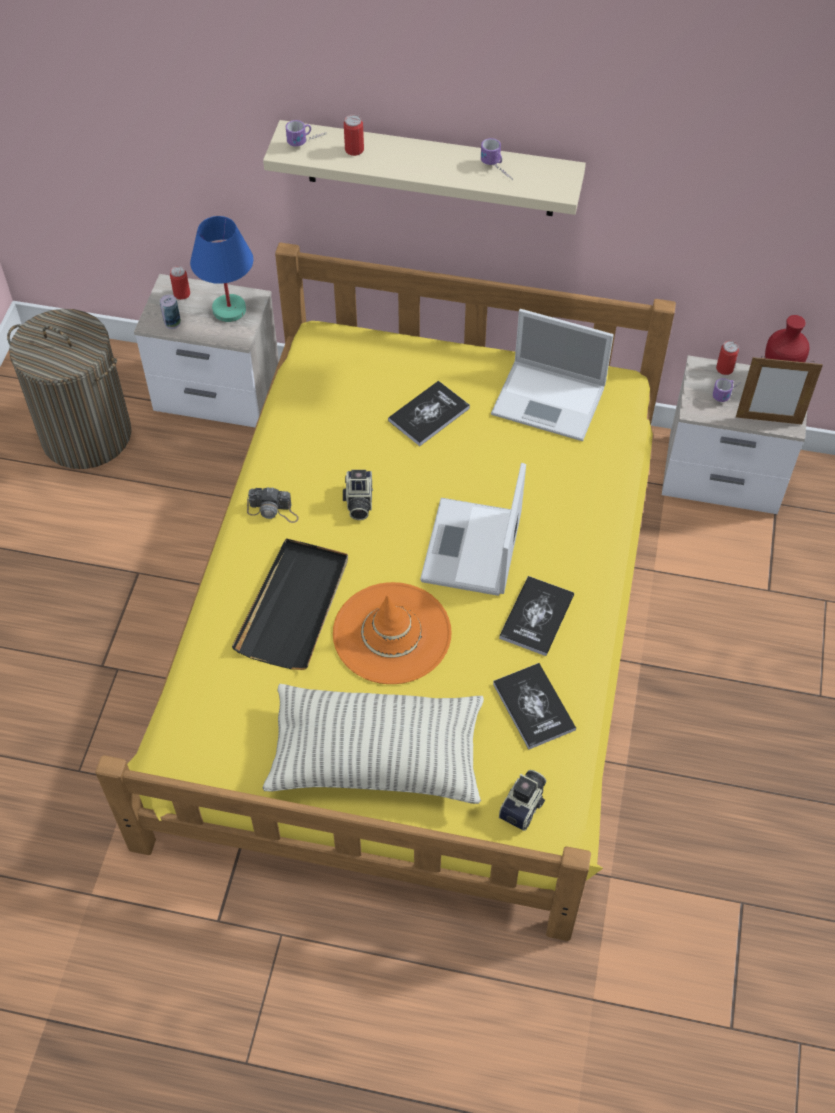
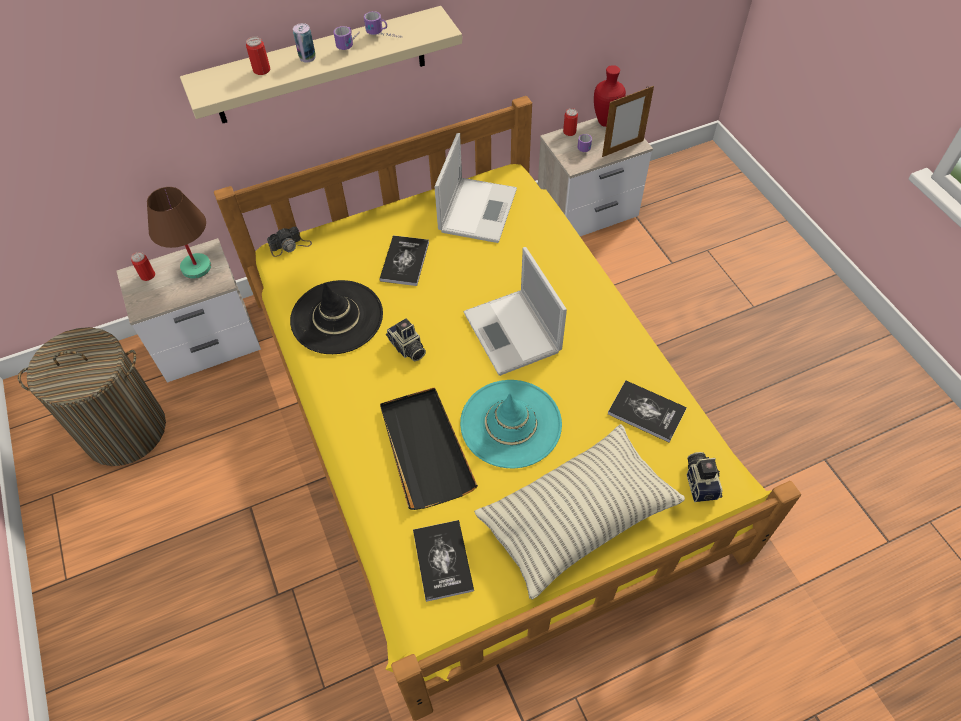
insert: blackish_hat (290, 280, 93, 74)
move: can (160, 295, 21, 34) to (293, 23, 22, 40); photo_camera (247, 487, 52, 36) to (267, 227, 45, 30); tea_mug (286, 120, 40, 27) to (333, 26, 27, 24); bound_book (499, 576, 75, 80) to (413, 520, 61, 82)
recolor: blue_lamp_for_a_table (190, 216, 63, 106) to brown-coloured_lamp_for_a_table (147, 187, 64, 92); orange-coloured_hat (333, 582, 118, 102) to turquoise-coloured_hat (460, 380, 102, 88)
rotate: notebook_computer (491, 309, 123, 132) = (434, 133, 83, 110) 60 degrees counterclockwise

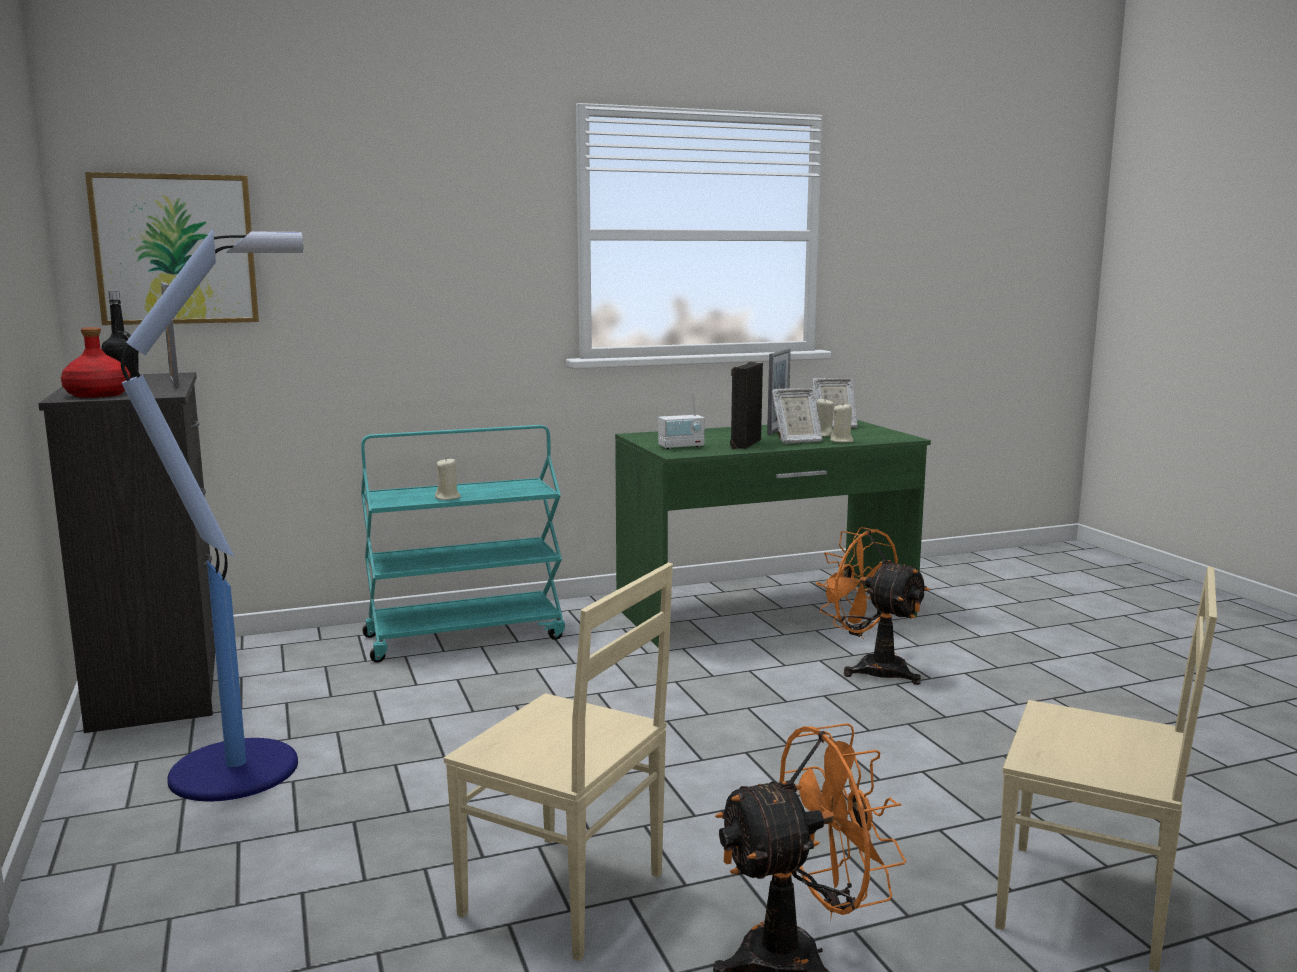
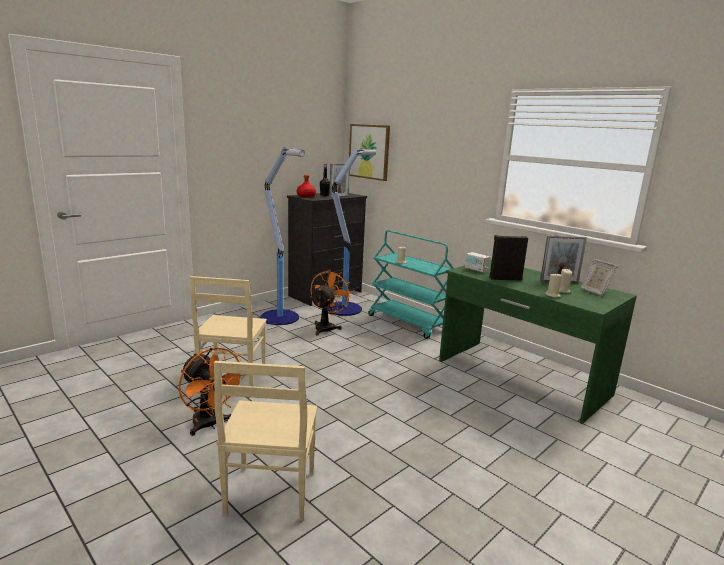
delete: standing_frame (772, 388, 50, 56)
insert: floor_lamp (327, 148, 49, 168)
move: orange-coloured_electric_fan (816, 527, 114, 158) to (310, 270, 43, 65)

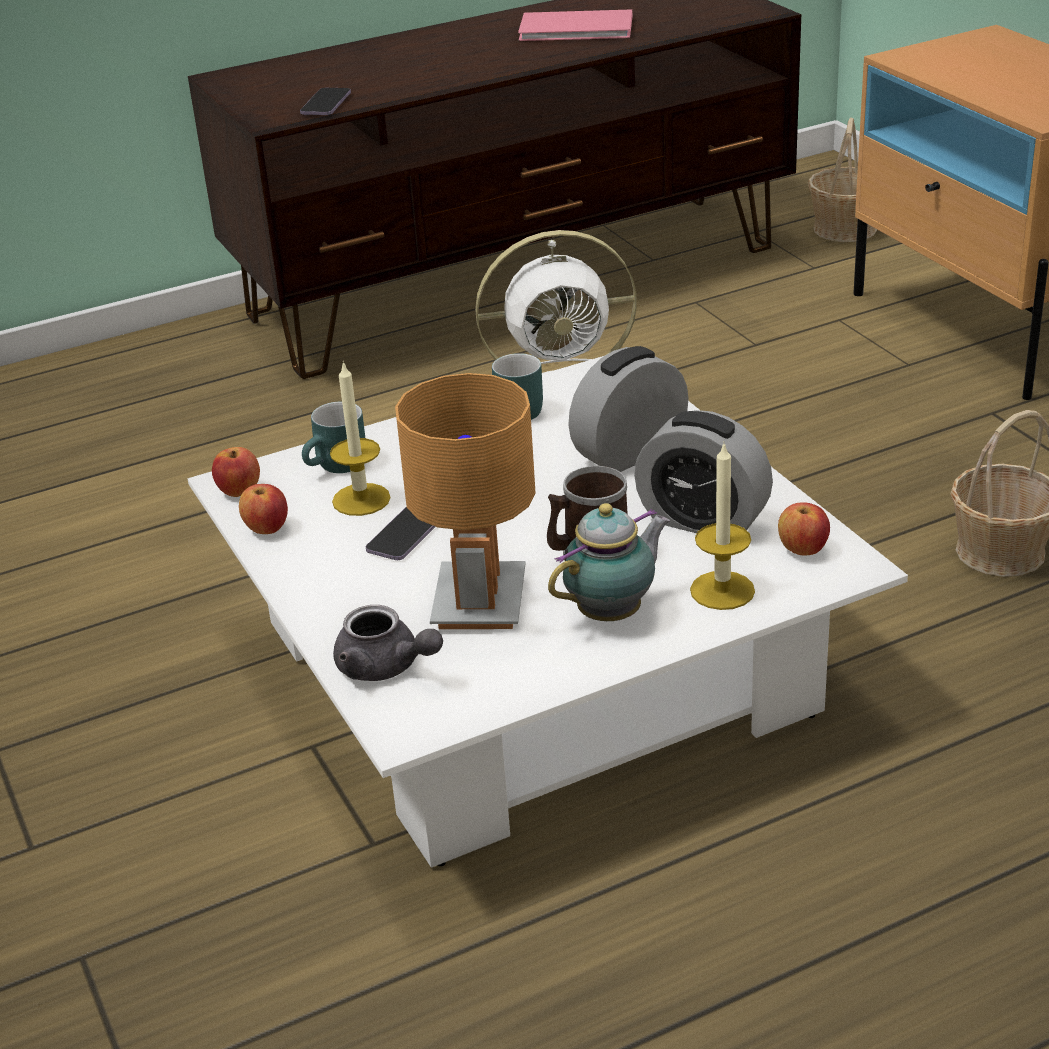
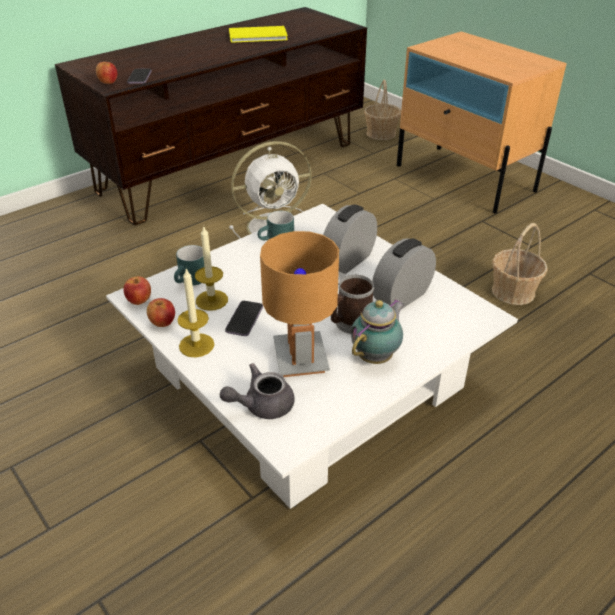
move: candle (690, 441, 65, 169) to (177, 269, 37, 89); apple_fruit (778, 502, 52, 53) to (96, 62, 21, 22)
recolor: pink_bound_book (518, 9, 114, 32) to yellowish_bound_book (229, 26, 59, 17)
rotate: grey_pot_for_tea (333, 605, 110, 76) = (220, 363, 75, 56) 135 degrees clockwise; table_clock (634, 410, 139, 123) = (372, 238, 64, 71) 120 degrees clockwise

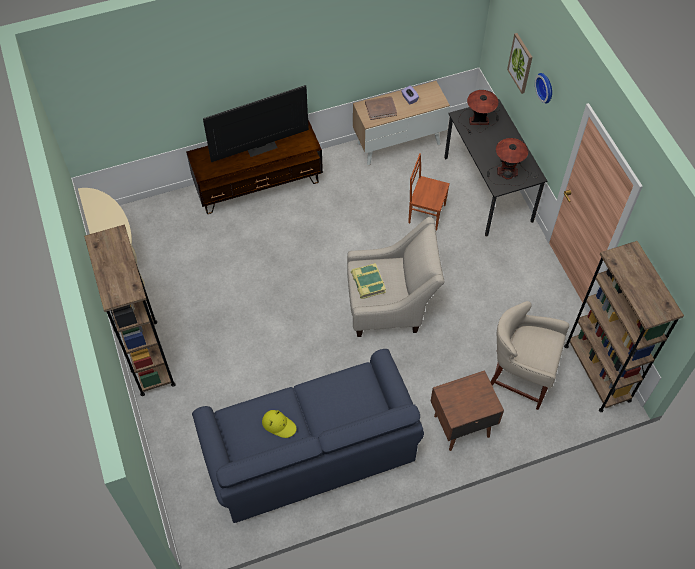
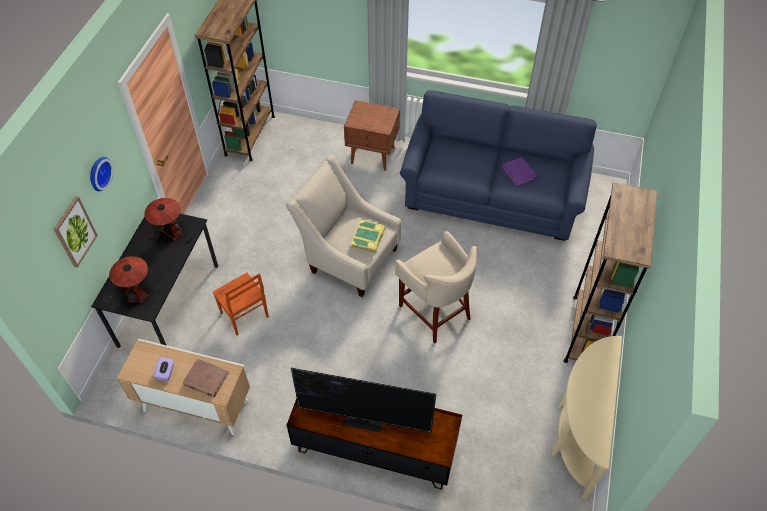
move: beige-coloured_stool_seat (490, 301, 79, 109) to (395, 231, 82, 113)
replace: yellowish_hat (262, 410, 35, 28) to purplish_bound_book (502, 157, 35, 30)

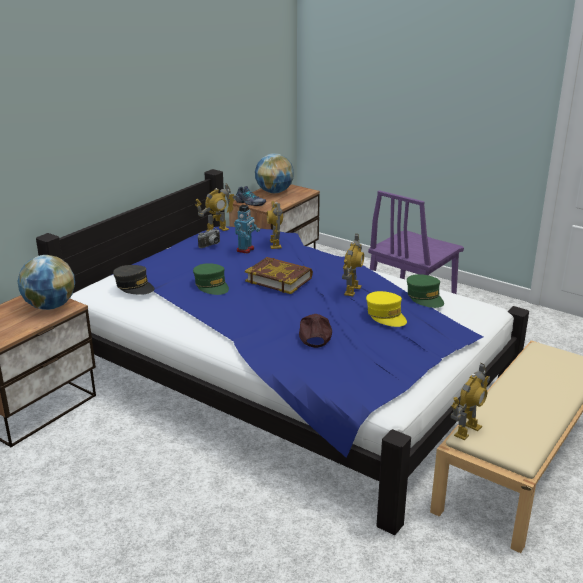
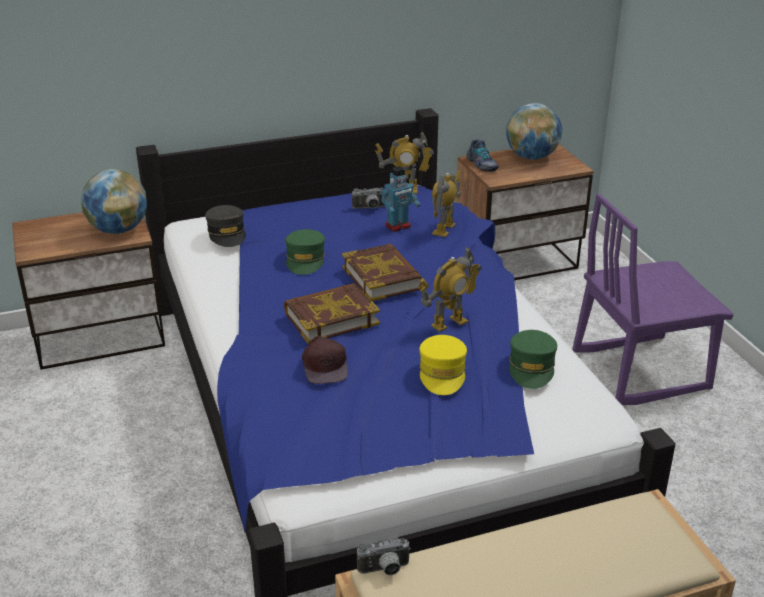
insert: bound_book (284, 283, 96, 61)
replace: model_robot (451, 363, 39, 77) to photo_camera (357, 538, 54, 37)
rotate: brown-coloured_cap (299, 314, 33, 34) = (302, 336, 46, 48) 135 degrees clockwise

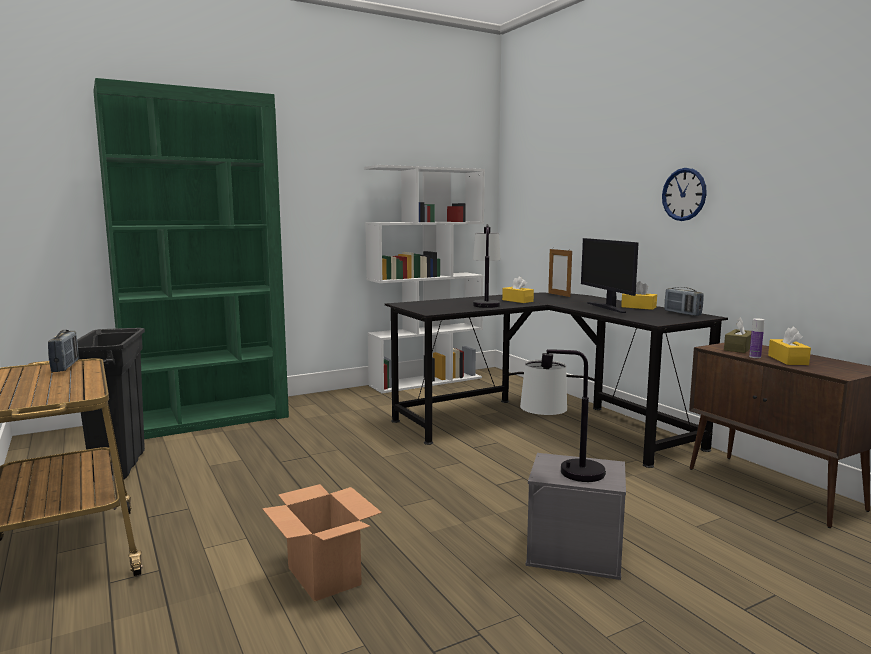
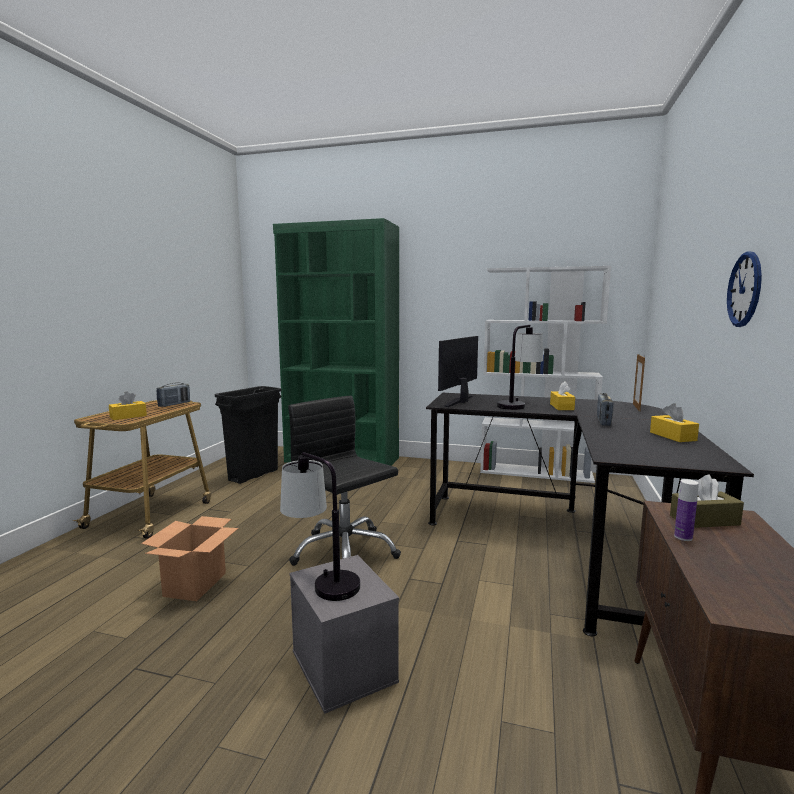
insert: blackish_desk_chair (288, 396, 113, 170)
move: computer_screen (581, 238, 58, 75) to (438, 336, 40, 71); radio_receiver (664, 287, 39, 29) to (597, 393, 17, 33); yellowish_tissue_holder (768, 327, 43, 38) to (109, 391, 38, 29)

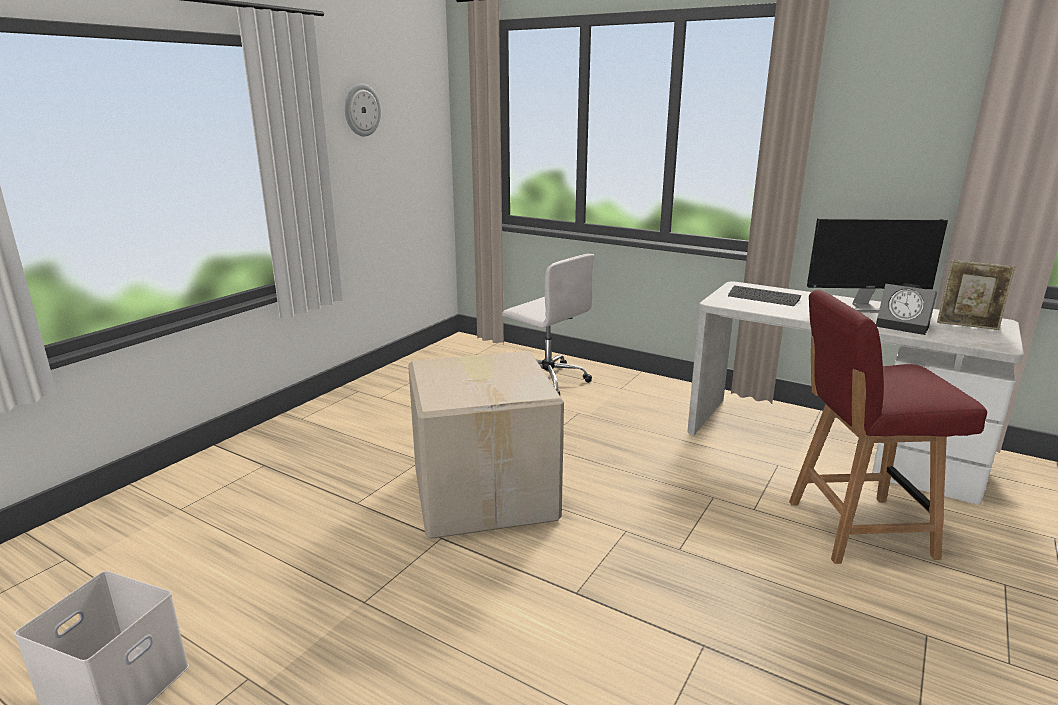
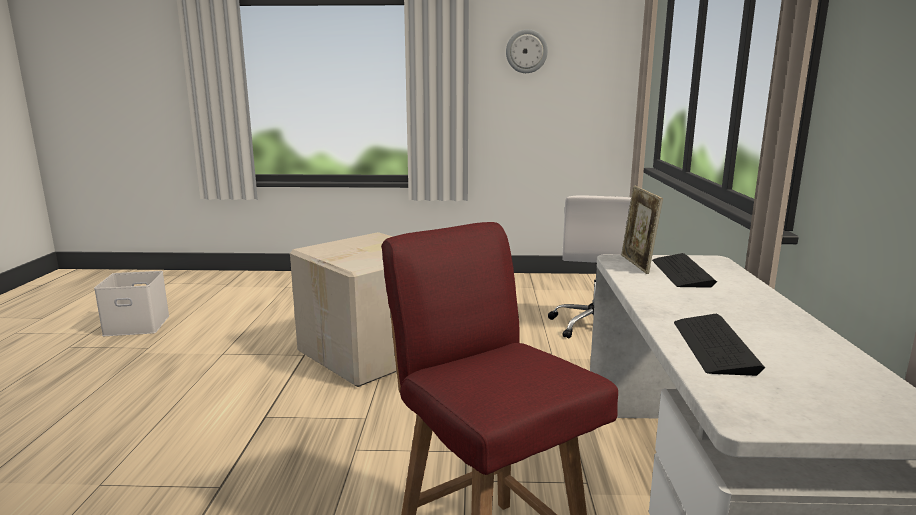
delete: computer_screen (807, 218, 141, 94)
move: standing_frame (937, 260, 79, 70) to (621, 185, 42, 89)
replace: table_clock (876, 284, 61, 51) to computer_keyboard (674, 314, 91, 62)

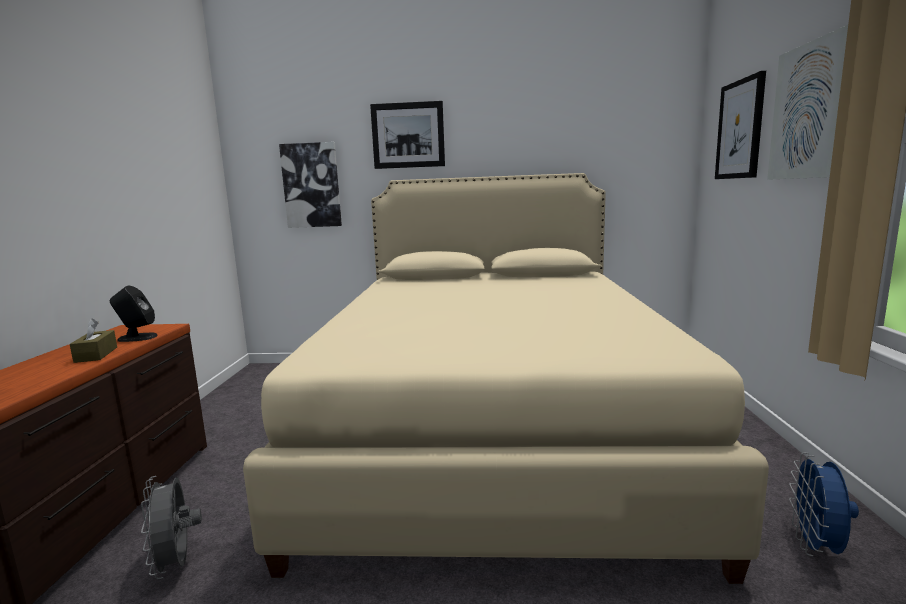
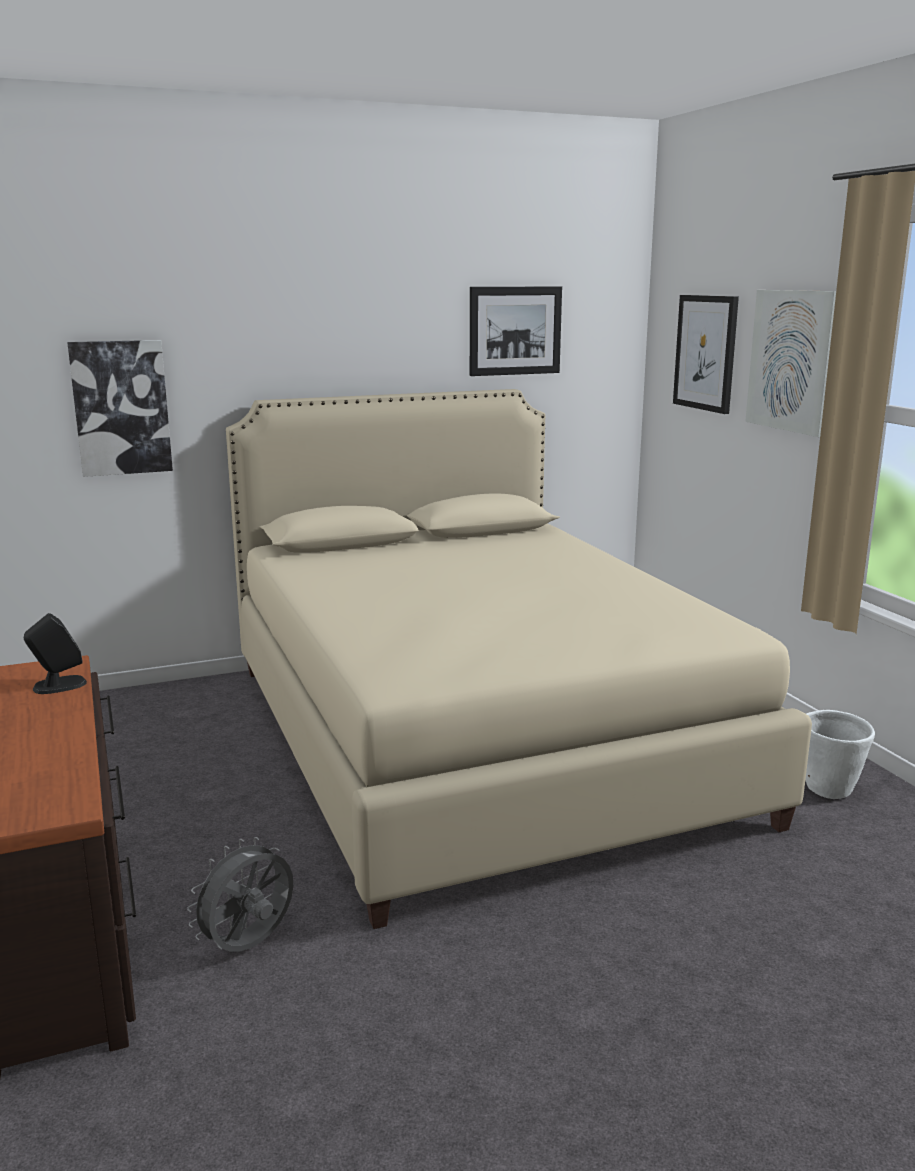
delete: brown-coloured_tissue_holder (70, 318, 47, 45)
move: wall_picture (370, 101, 75, 68) to (470, 286, 92, 90)
replace: blue_electric_fan (789, 453, 70, 103) to white-coloured_flower_pot (805, 710, 70, 89)
rotate: grey_electric_fan (141, 476, 61, 103) = (187, 837, 106, 115) 90 degrees clockwise

